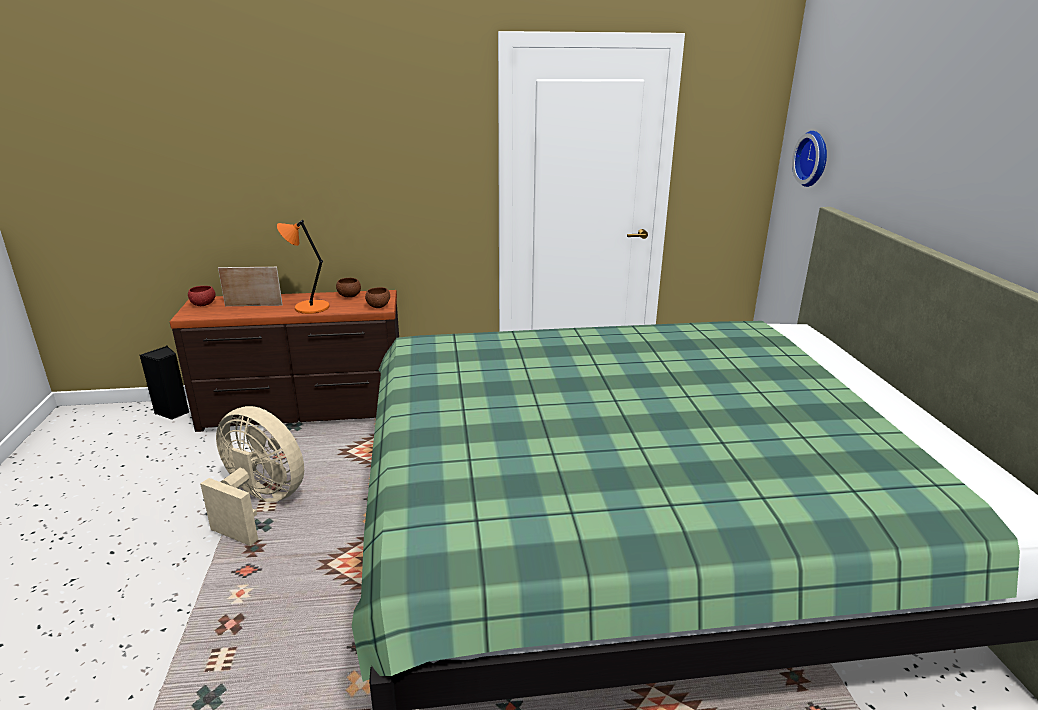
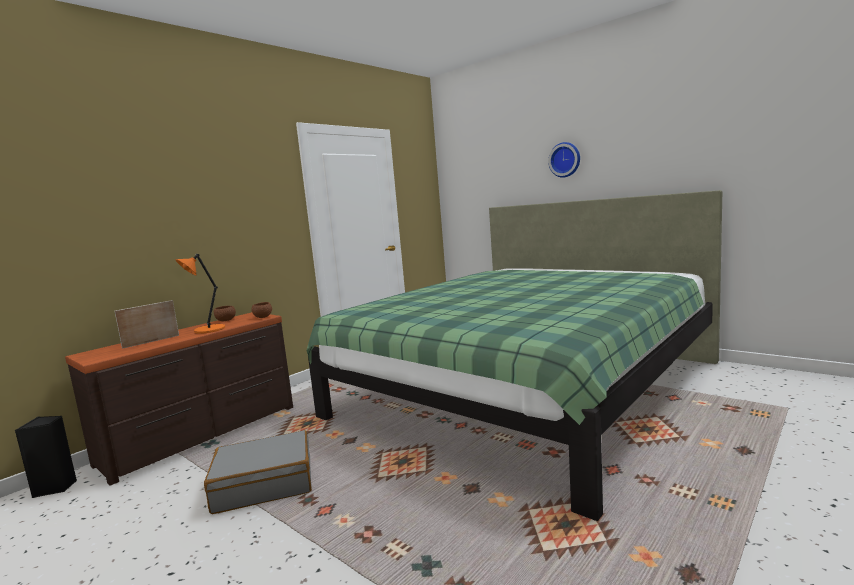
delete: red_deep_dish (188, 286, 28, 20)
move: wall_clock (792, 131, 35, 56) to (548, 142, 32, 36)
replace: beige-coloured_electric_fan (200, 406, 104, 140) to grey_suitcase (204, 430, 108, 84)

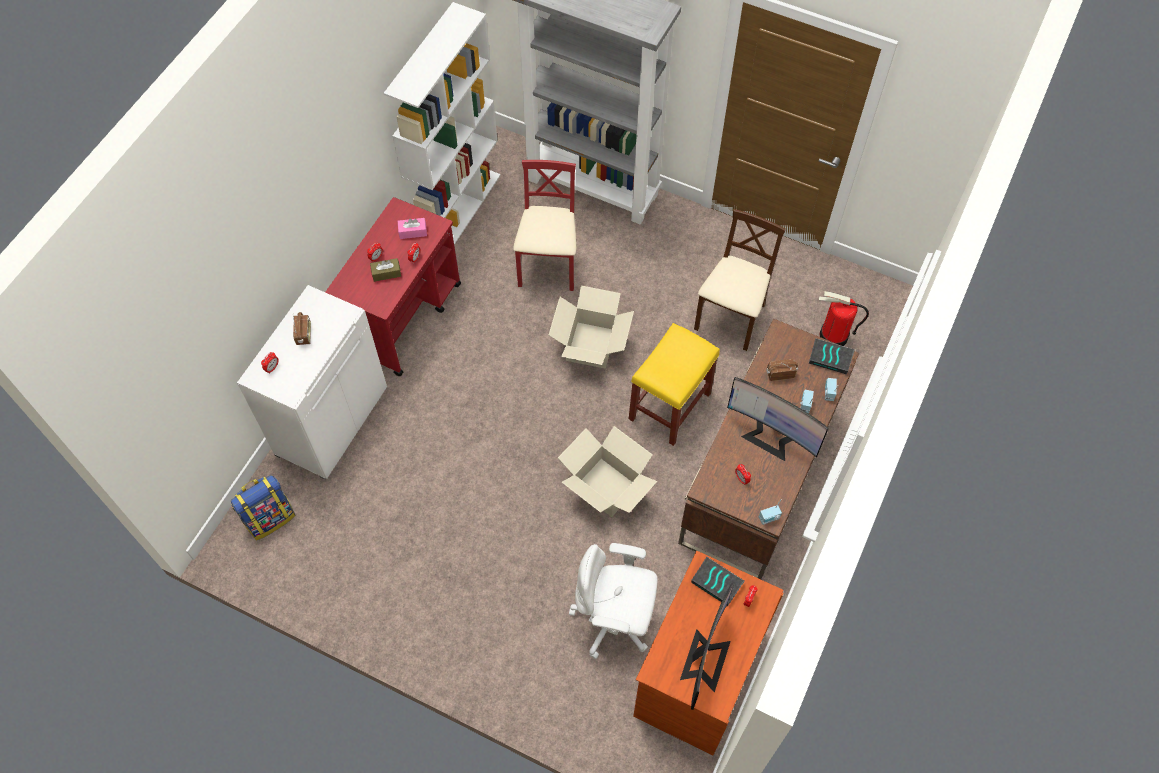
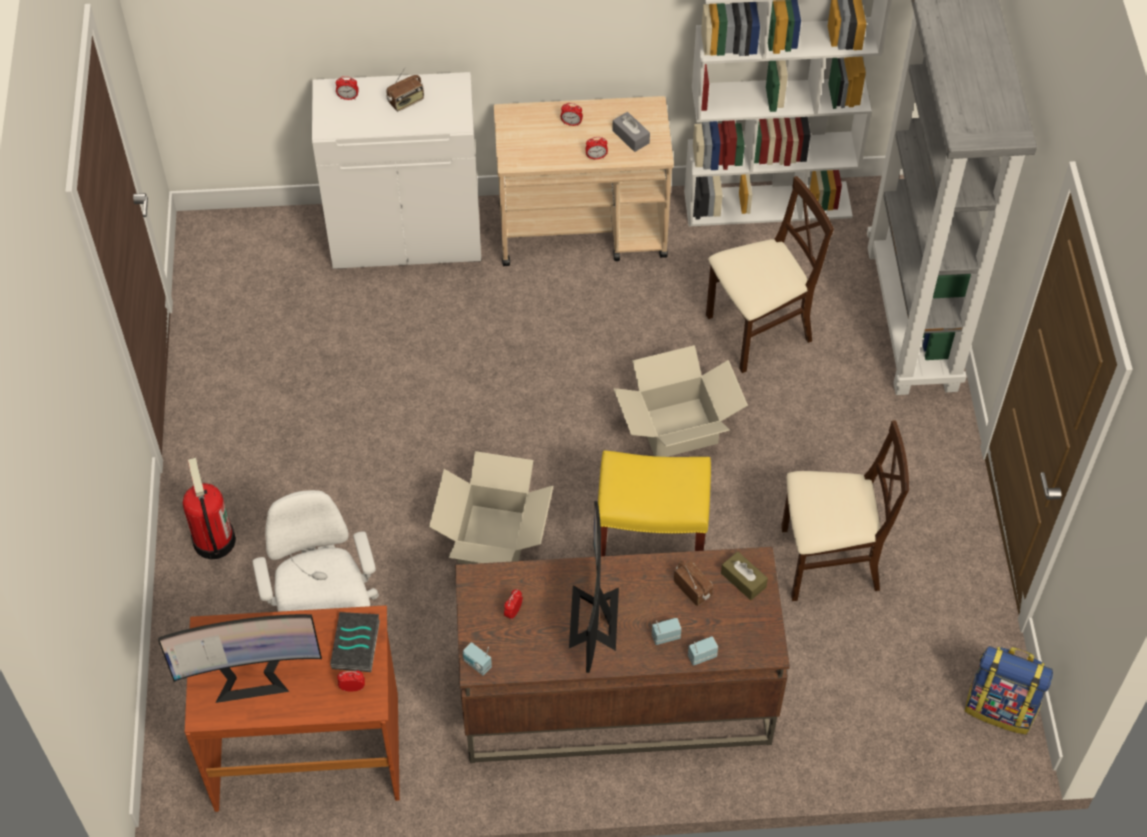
delete: bound_book (809, 338, 46, 37)
move: rucksack (231, 475, 64, 65) to (965, 646, 88, 89); brown-coloured_tissue_holder (370, 258, 31, 24) to (721, 551, 47, 49); extinguisher (819, 291, 50, 55) to (183, 458, 53, 101)
recolor: red_trolley (325, 197, 136, 179) to beige-coloured_trolley (494, 96, 180, 170); pink_tissue_holder (398, 218, 29, 21) to grey_tissue_holder (612, 112, 38, 40); red_upright_chair (513, 160, 63, 131) to beige-coloured_upright_chair (706, 176, 128, 197)

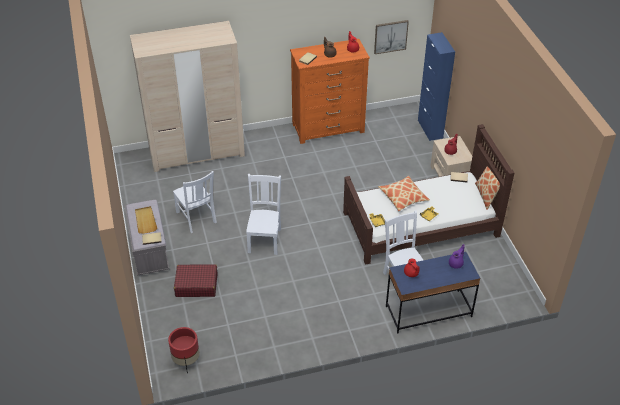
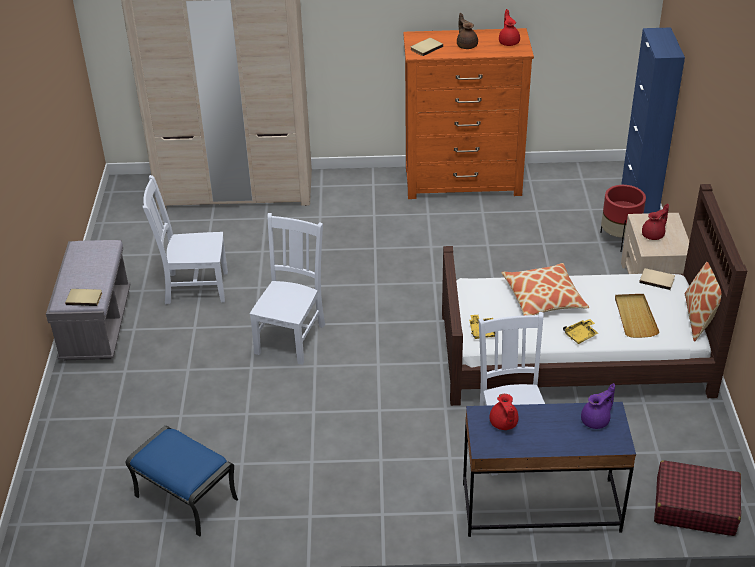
delete: wall_picture (374, 20, 35, 34)
insert: blue_pouffe (126, 426, 112, 111)
move: beige-coloured_tray (135, 206, 22, 28) to (615, 294, 45, 44); red_flower_pot (168, 327, 32, 47) to (600, 185, 46, 67); red_suitcase (174, 264, 44, 33) to (654, 460, 87, 76)
rotate: white-coloured_upright_chair (173, 171, 44, 62) = (142, 175, 86, 129) 105 degrees clockwise

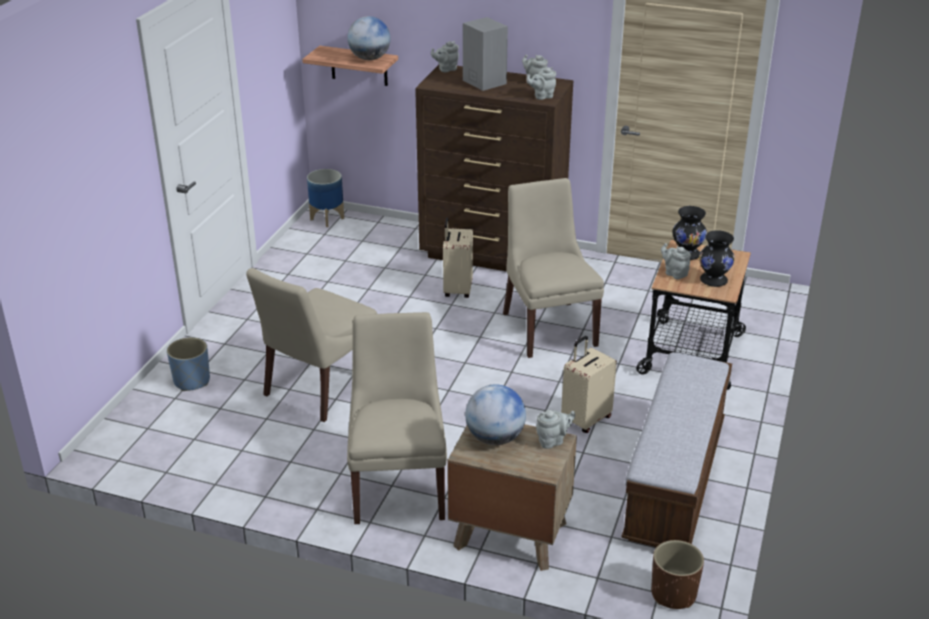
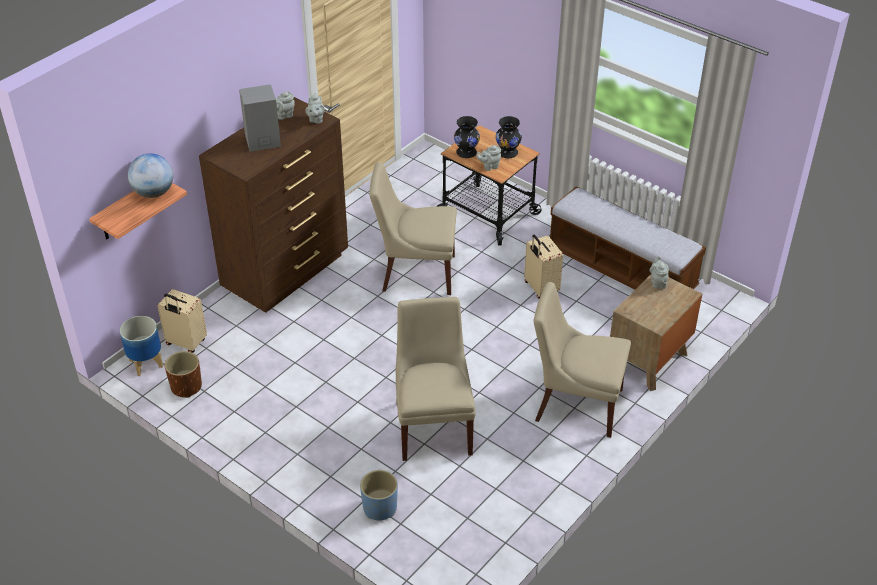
delete: grey_pot_for_tea (431, 41, 28, 31); globe (465, 384, 61, 61)
move: beige-coloured_suitcase (443, 218, 30, 80) to (157, 289, 50, 64); brown-coloured_flower_pot (651, 540, 53, 69) to (164, 351, 38, 47)
rotate: beige-coloured_upright_chair (246, 268, 131, 154) = (396, 297, 80, 164) 150 degrees counterclockwise

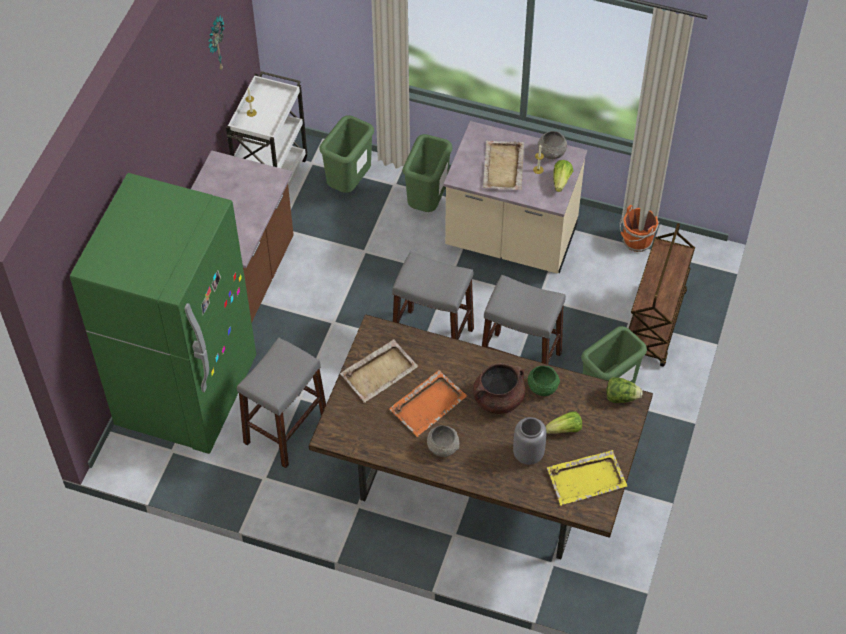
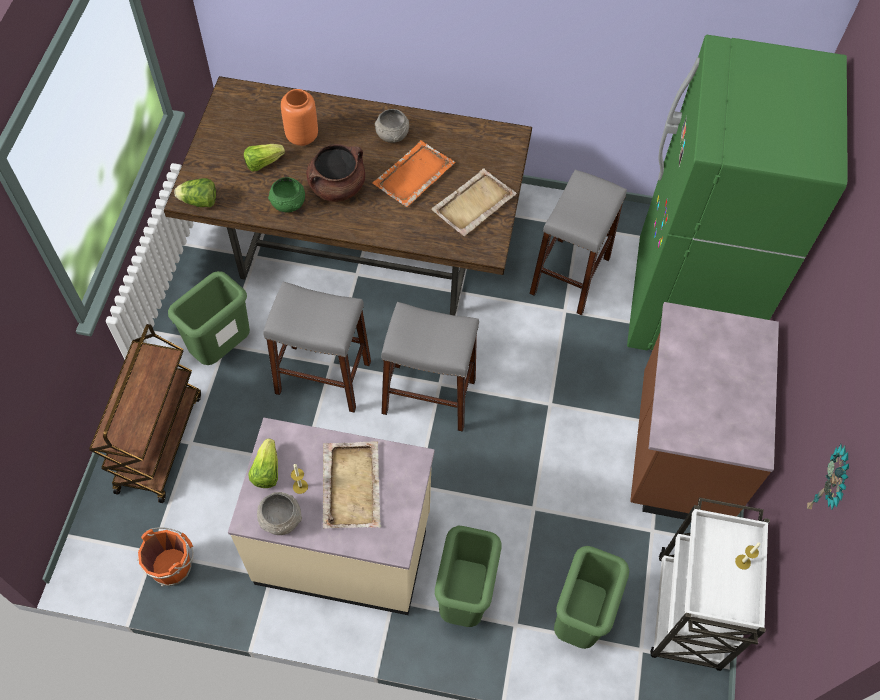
delete: yellowish_tray (547, 450, 80, 56)
recolor: grey_decorative_vase (513, 417, 34, 48) to orange-coloured_decorative_vase (281, 89, 37, 57)

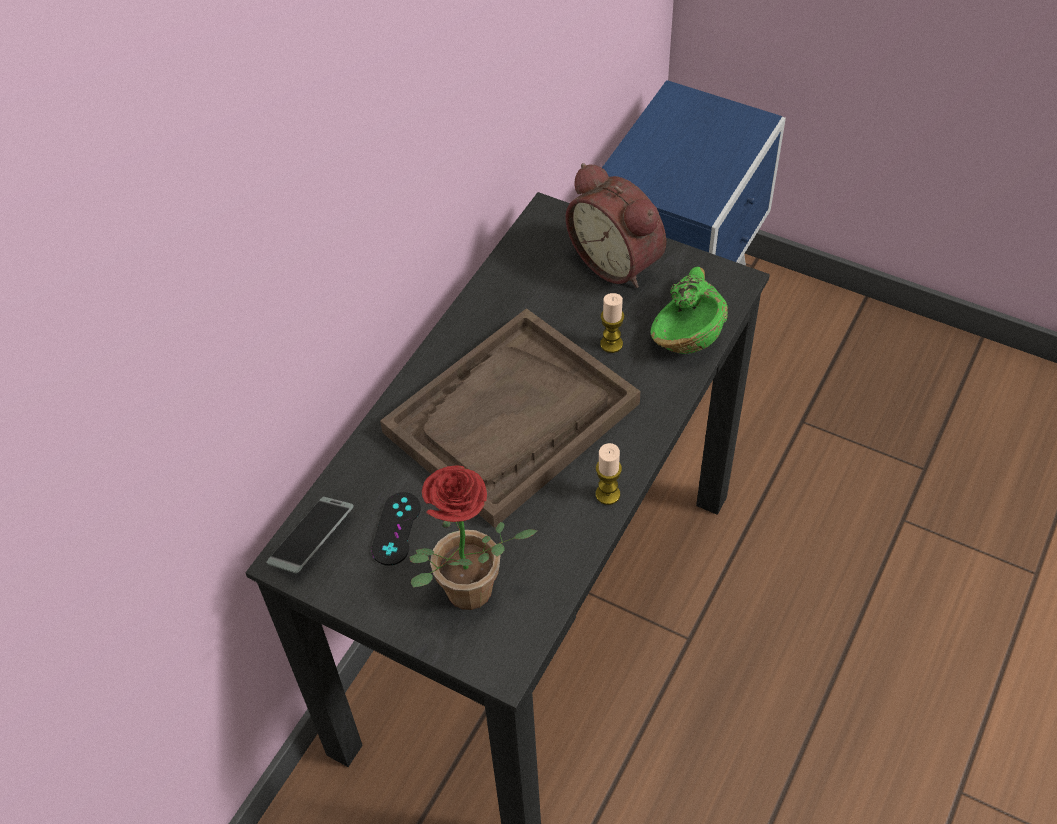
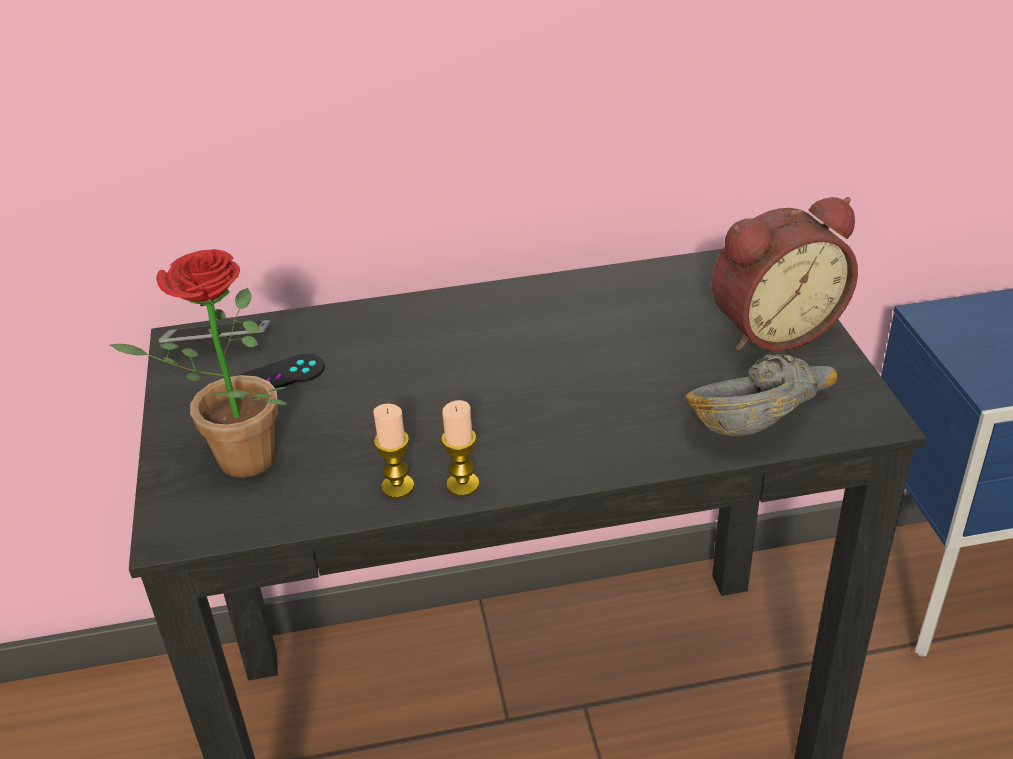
delete: brown-coloured_tray (380, 308, 261, 220)
move: candle (600, 293, 24, 60) to (373, 404, 42, 95)
recolor: greenish_deep_dish (651, 267, 77, 87) to grey_deep_dish (685, 354, 153, 82)
rotate: table_clock (566, 163, 100, 125) = (711, 197, 147, 154) 120 degrees counterclockwise

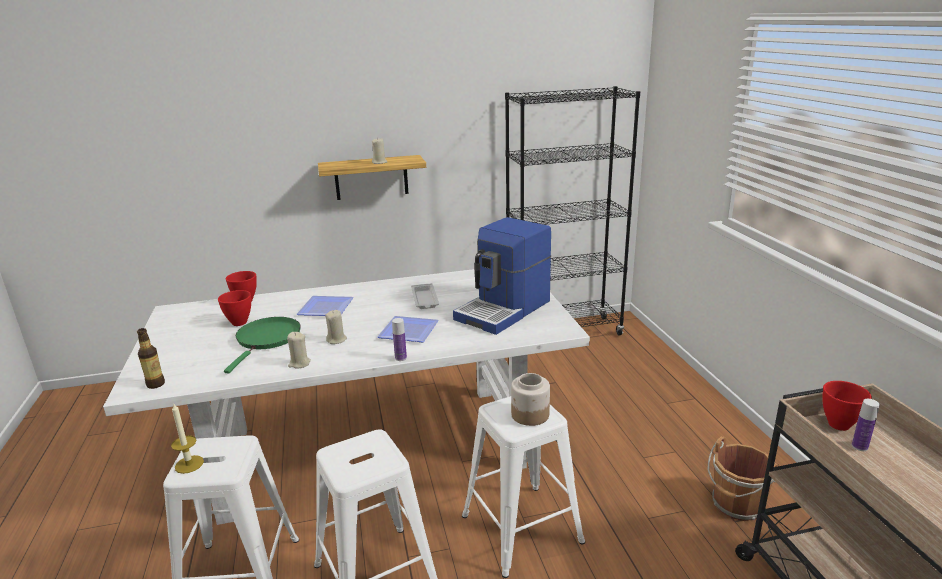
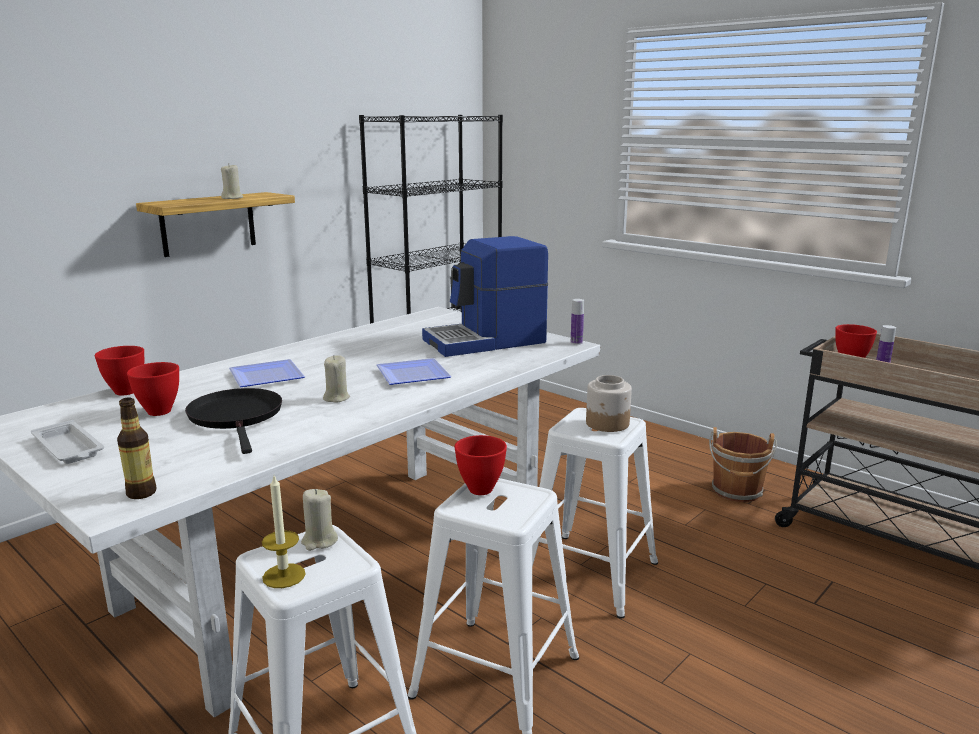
insert: red_deep_dish (455, 435, 52, 60)
move: beige-coloured_candle (287, 332, 24, 36) to (301, 489, 37, 62); beverage_bottle (392, 318, 15, 43) to (571, 299, 13, 46); white-coloured_tray (411, 283, 28, 26) to (31, 420, 73, 44)
recolor: greenish_frying_pan (224, 317, 77, 56) to blackish_frying_pan (185, 388, 97, 66)
rotate: coffee_brewer (453, 217, 98, 118) = (422, 236, 127, 121) 60 degrees clockwise

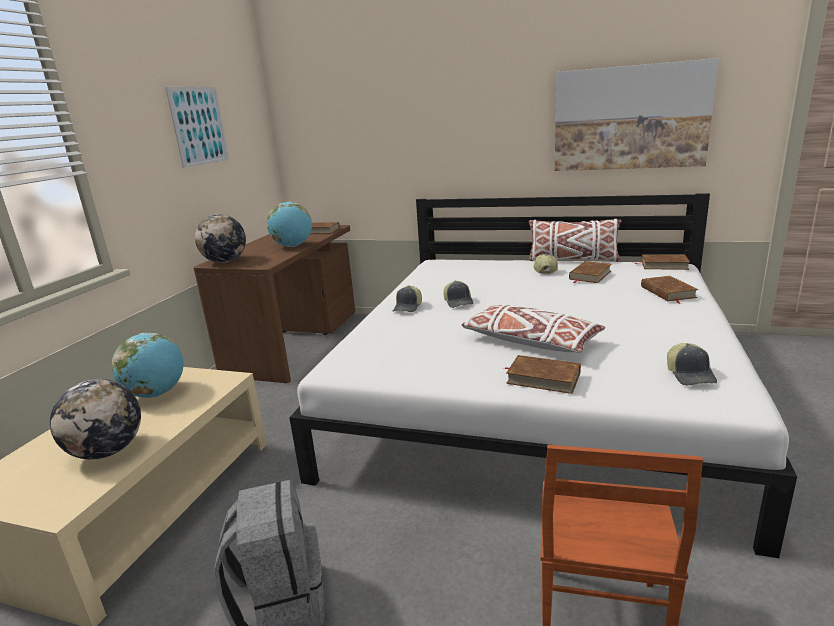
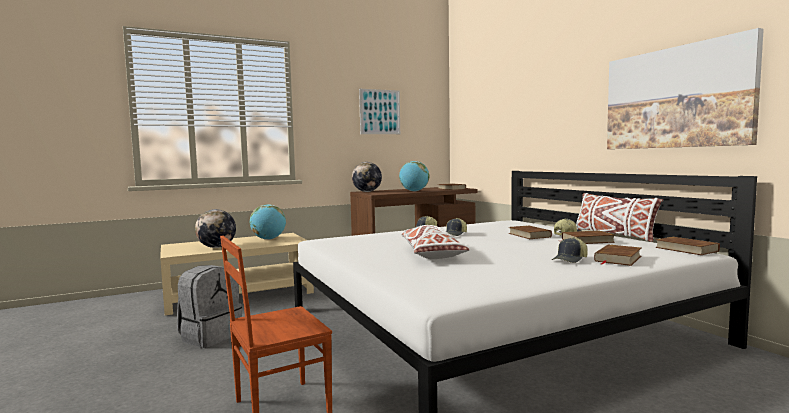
move: brown-coloured_bound_book (504, 355, 77, 39) to (509, 225, 43, 14); cap (667, 343, 50, 42) to (552, 237, 36, 26)

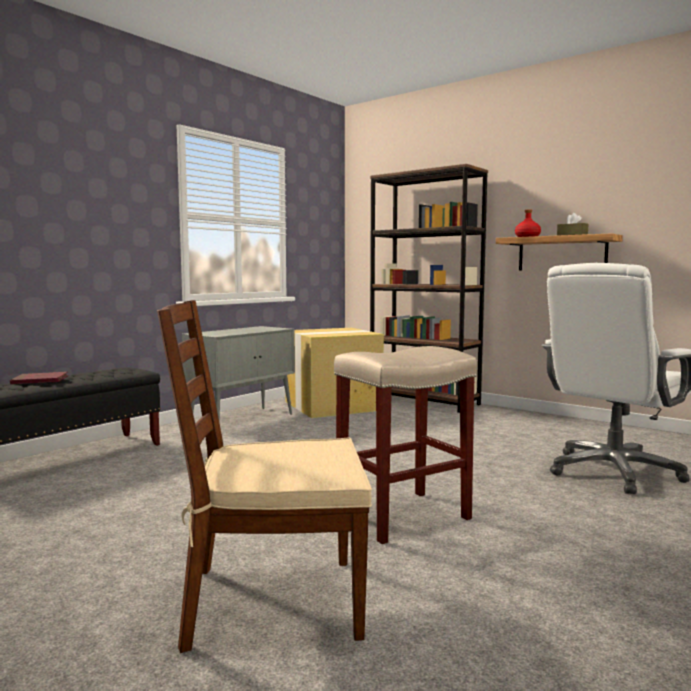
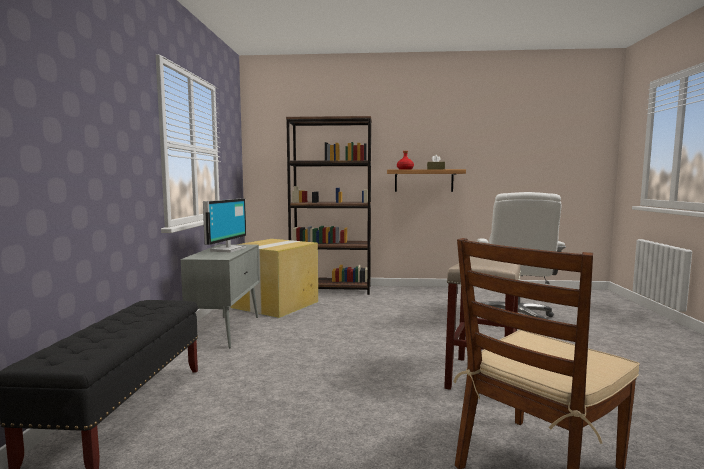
delete: red_bound_book (10, 372, 58, 12)
insert: computer_screen (203, 199, 43, 54)

